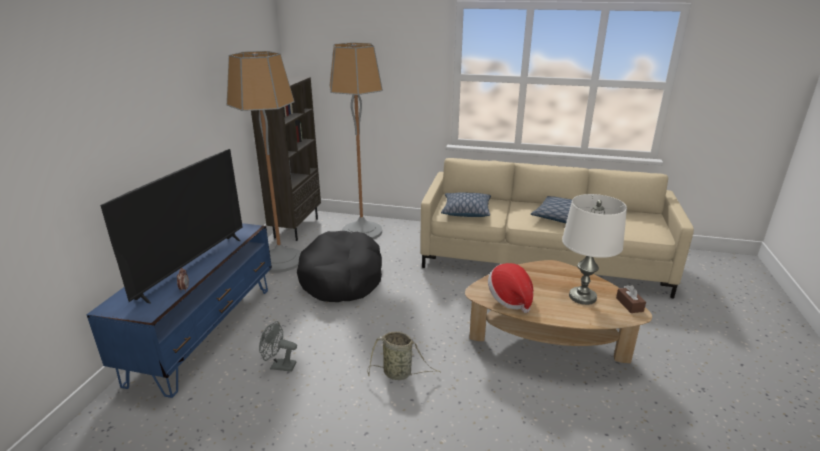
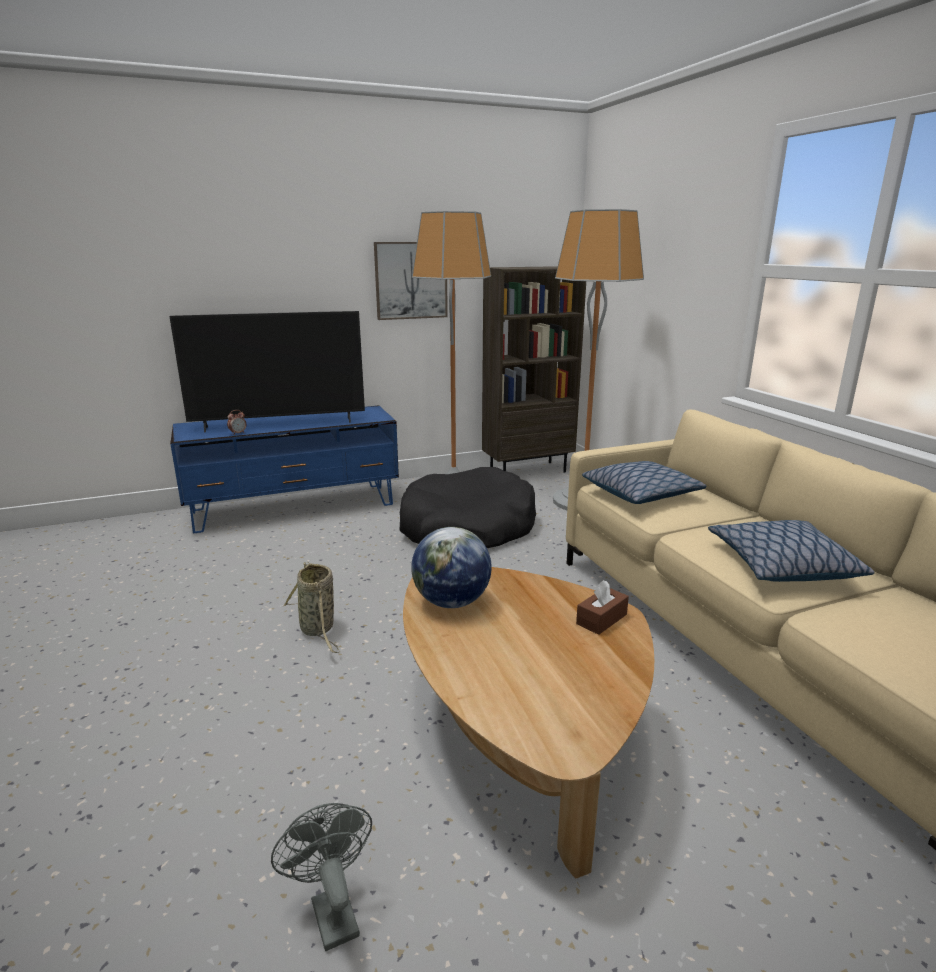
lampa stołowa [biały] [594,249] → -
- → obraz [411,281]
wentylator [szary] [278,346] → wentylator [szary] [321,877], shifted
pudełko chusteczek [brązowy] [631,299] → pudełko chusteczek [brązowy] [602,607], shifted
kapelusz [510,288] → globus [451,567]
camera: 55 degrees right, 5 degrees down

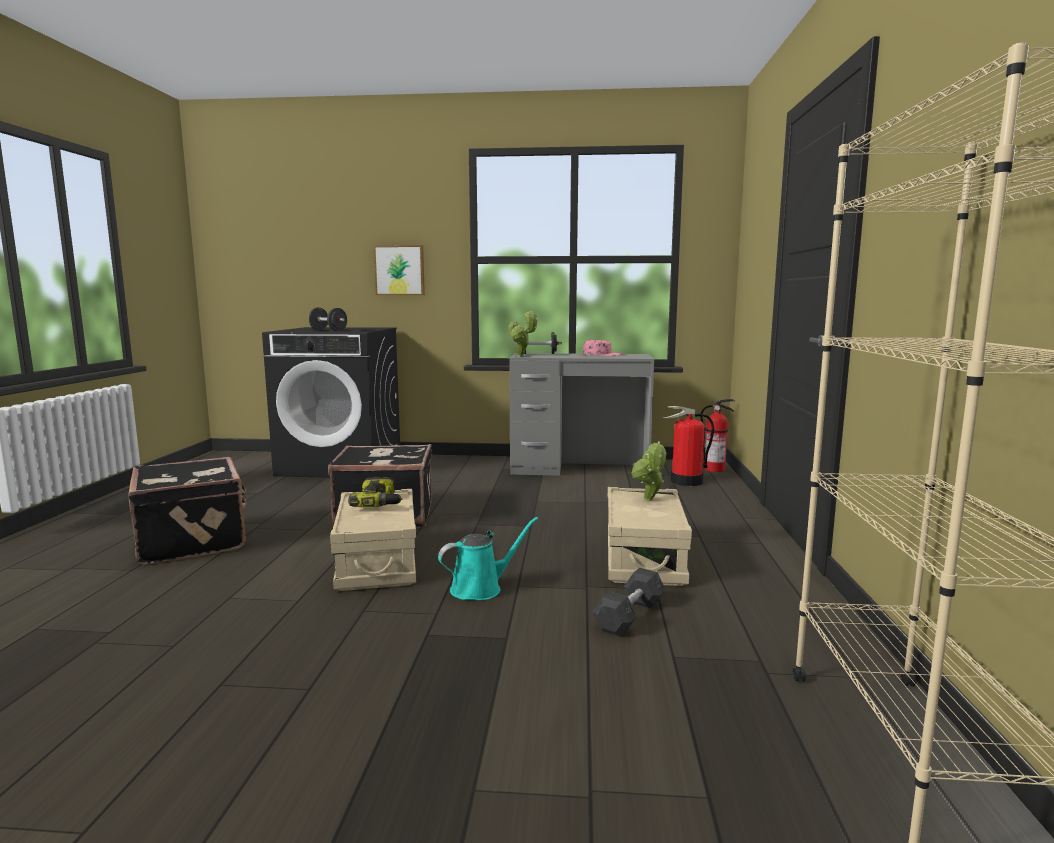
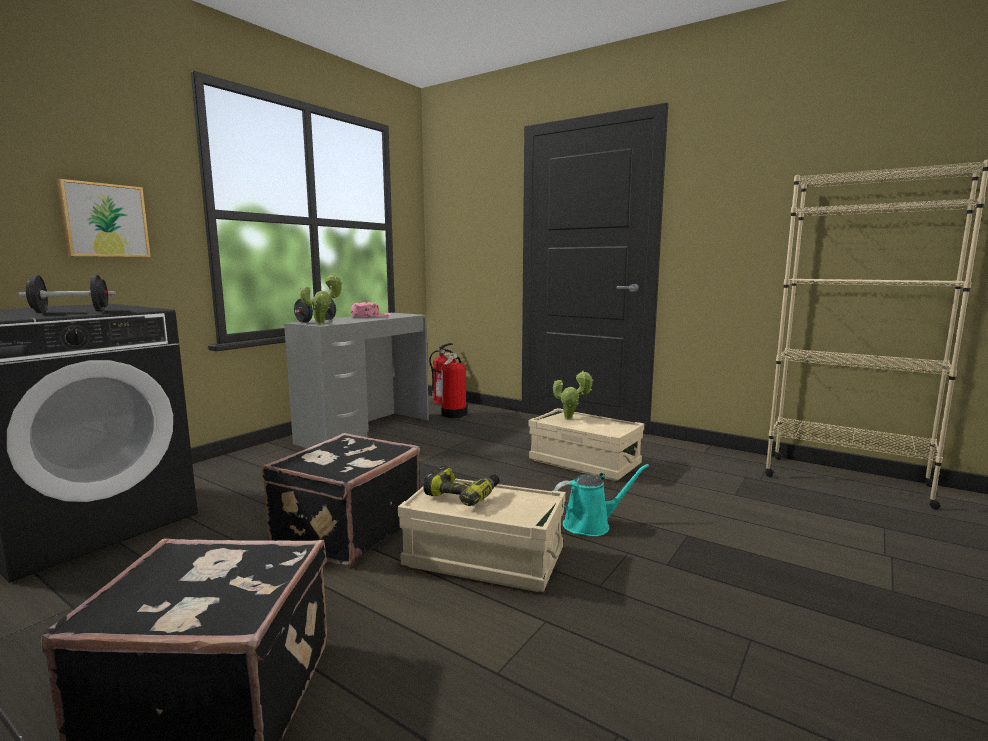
hantel [szary] [629,602] → -
konewka [turkusowy] [488,558] → konewka [turkusowy] [601,500], 75 degrees clockwise
camera: 60 degrees left, 0 degrees up

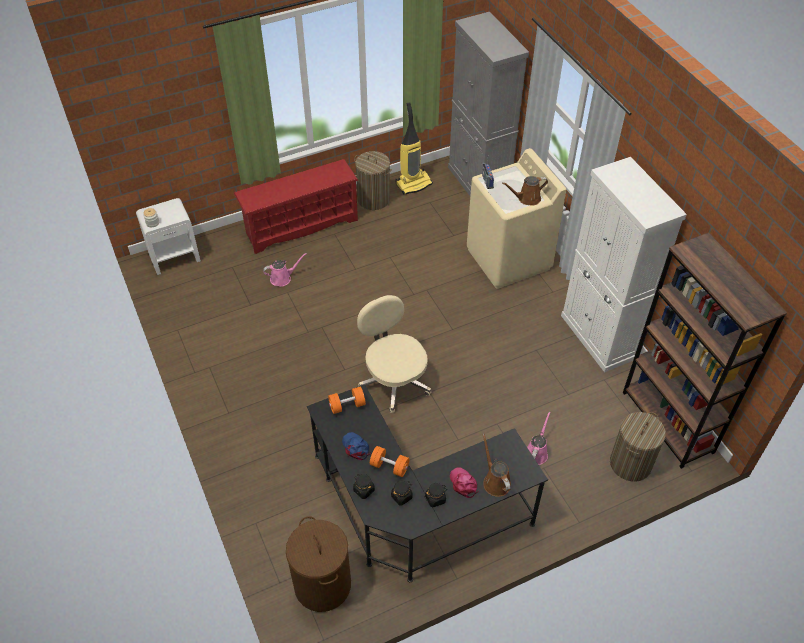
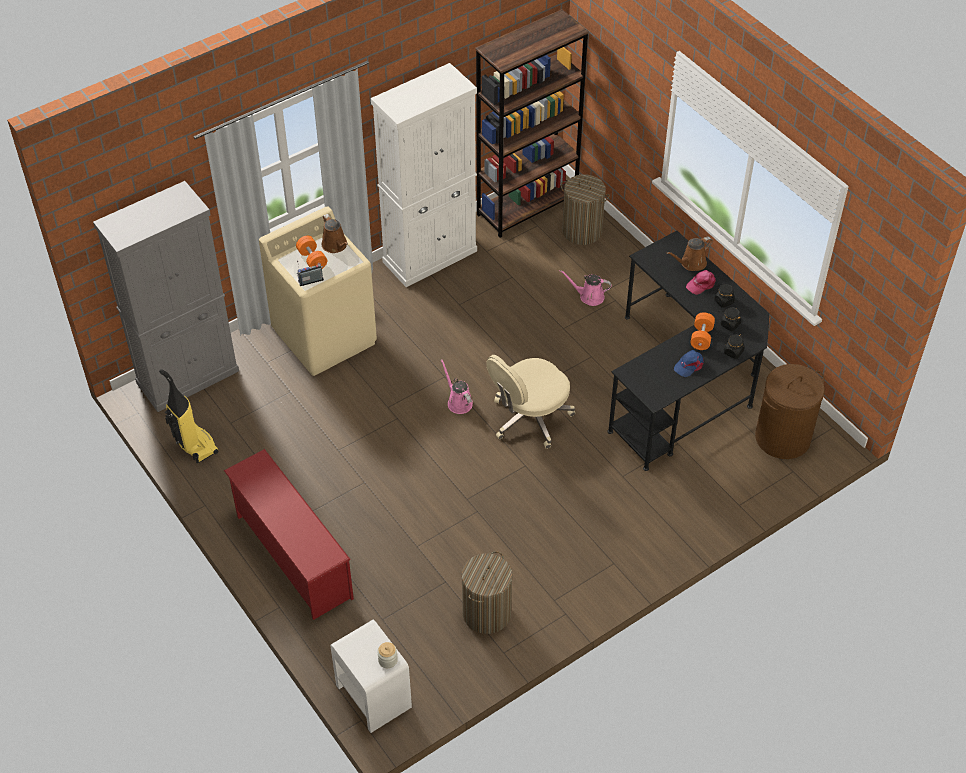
konewka [różowy] [285,269] → konewka [różowy] [457,386], shifted
hantel [pomarańczowy] [347,400] → hantel [pomarańczowy] [311,252], shifted
kosz na pranie [373,180] → kosz na pranie [487,592], shifted
camera: 100 degrees left, 0 degrees up

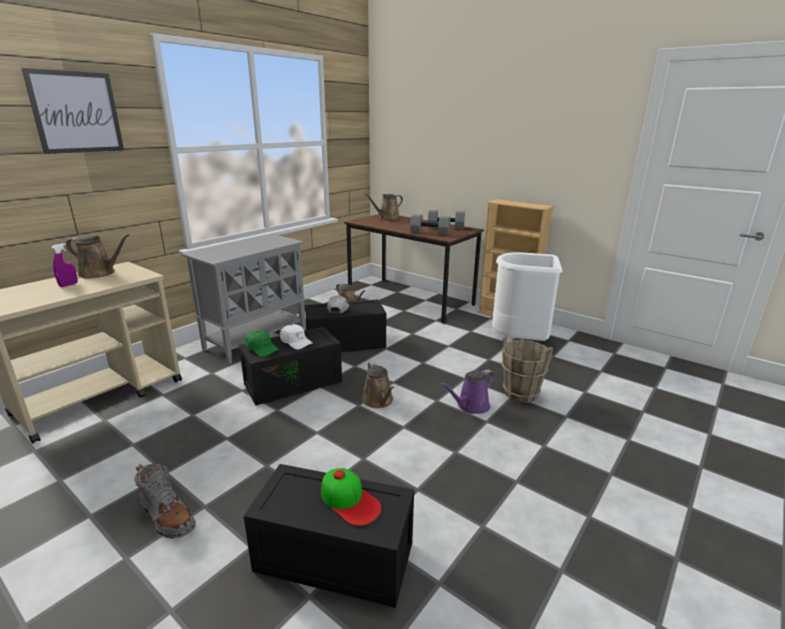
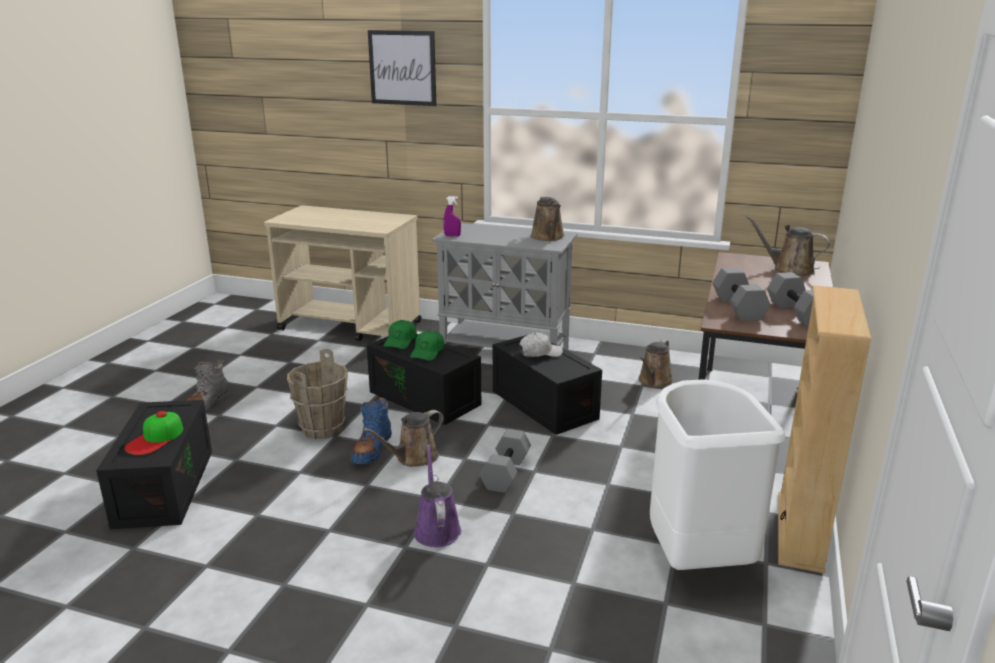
- → but z cholewką [niebieski] [371,431]
- → hantel [szary] [505,461]
spryskiwacz [fioletowy] [64,265] → spryskiwacz [fioletowy] [452,216], shifted
konewka [brązowy] [98,256] → konewka [brązowy] [548,218], shifted
wiadro [brązowy] [527,368] → wiadro [brązowy] [317,394], shifted
czapka z daszkiem [biały] [296,337] → czapka z daszkiem [zielony] [427,345]
konewka [fioletowy] [467,391] → konewka [fioletowy] [437,495], 45 degrees clockwise
camera: 70 degrees right, 0 degrees up

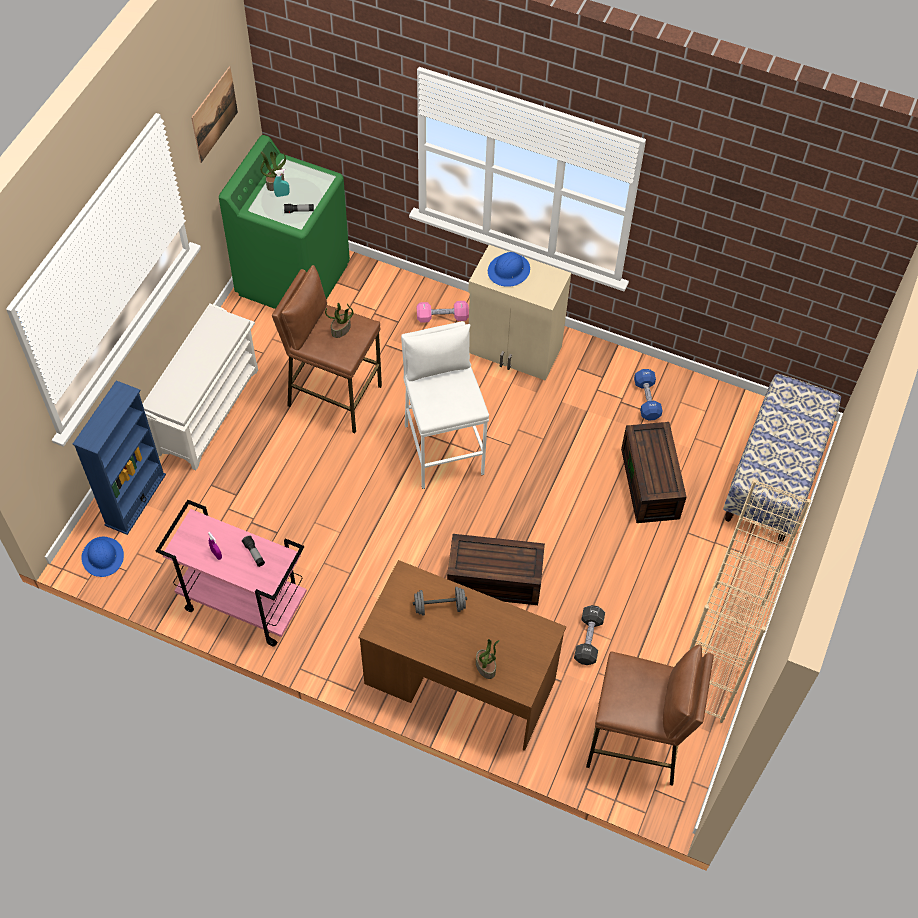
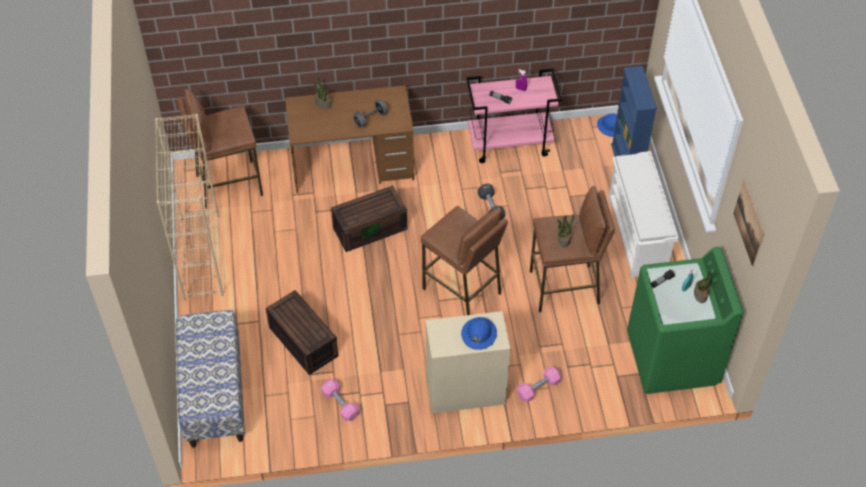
hantel [czarny] [589,635] → hantel [czarny] [491,202], shifted
stołek [biały] [445,405] → stołek [brązowy] [464,260]
hantel [niebieski] [648,395] → hantel [różowy] [340,400]
camera: 150 degrees right, 5 degrees down

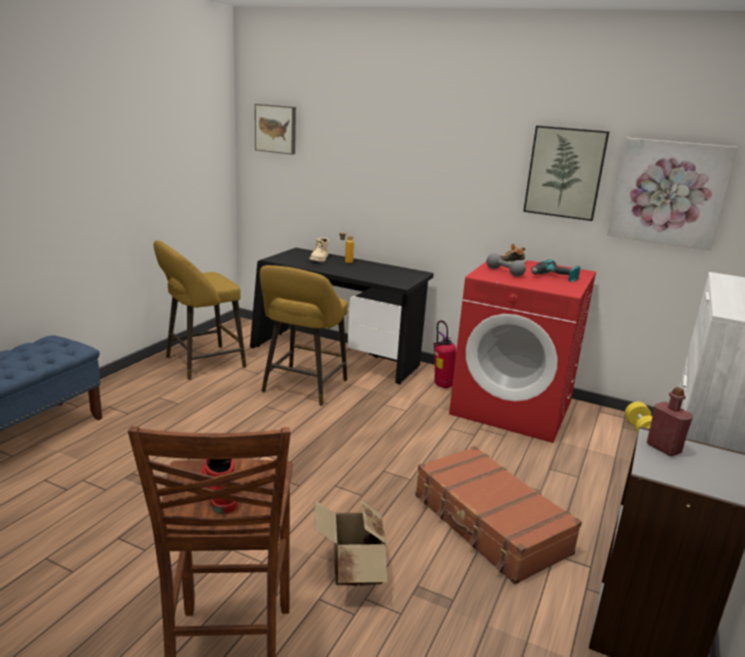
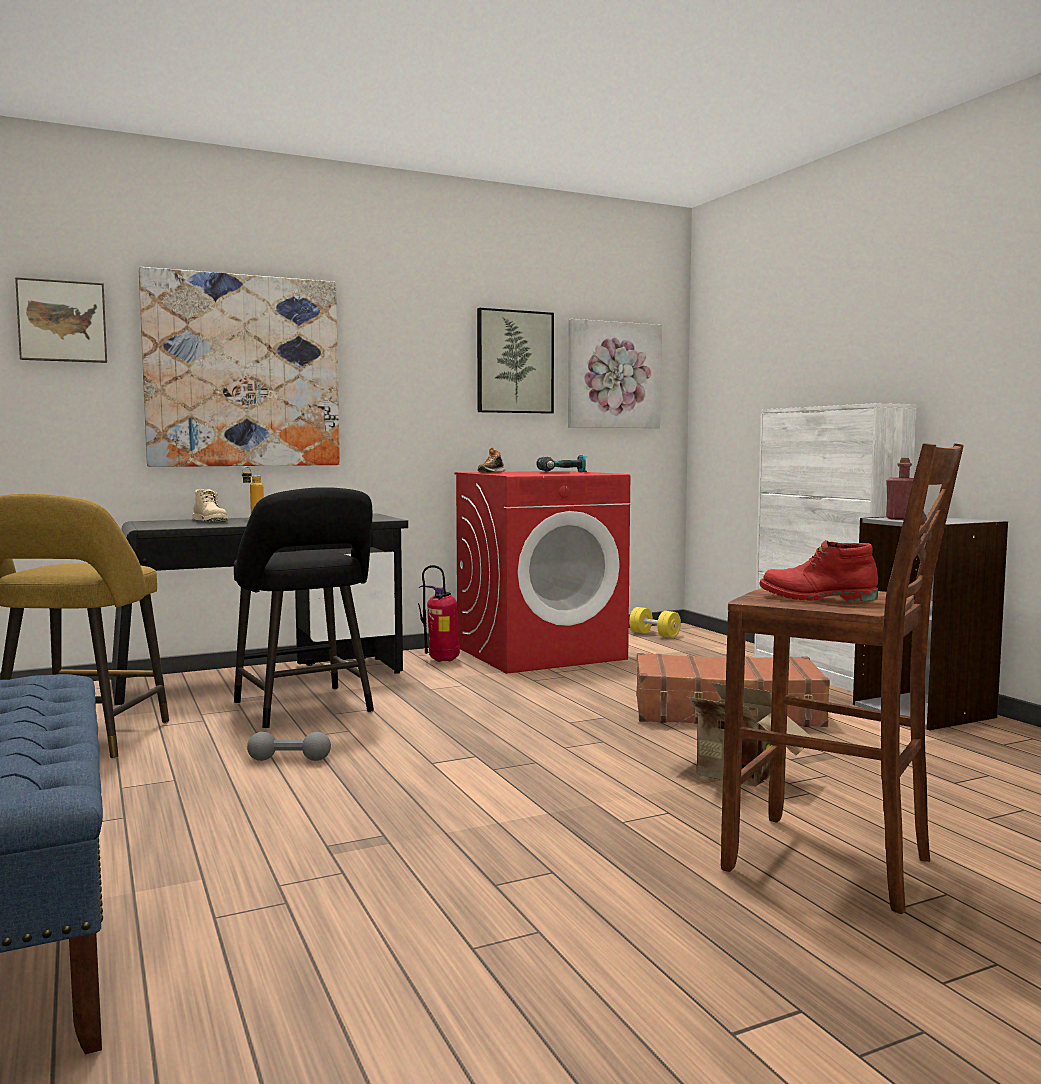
- → obraz [239,367]
hantel [szary] [506,265] → hantel [szary] [289,746], shifted
stołek [żółty] [304,335] → stołek [czarny] [304,608]
camera: 50 degrees left, 15 degrees down

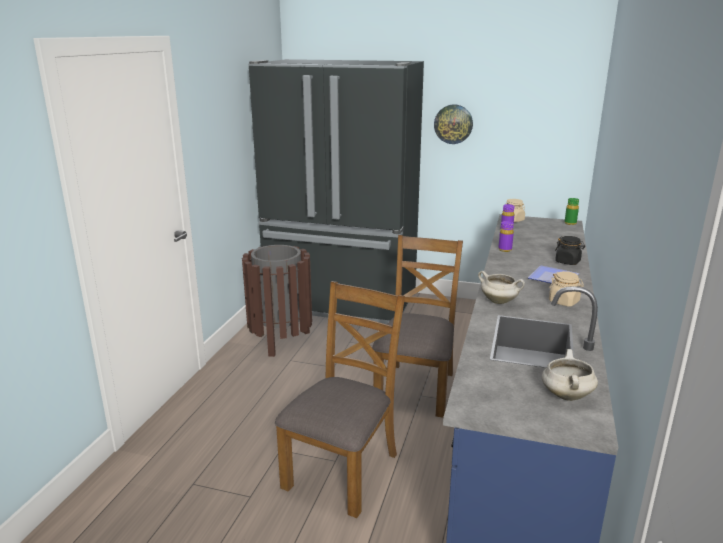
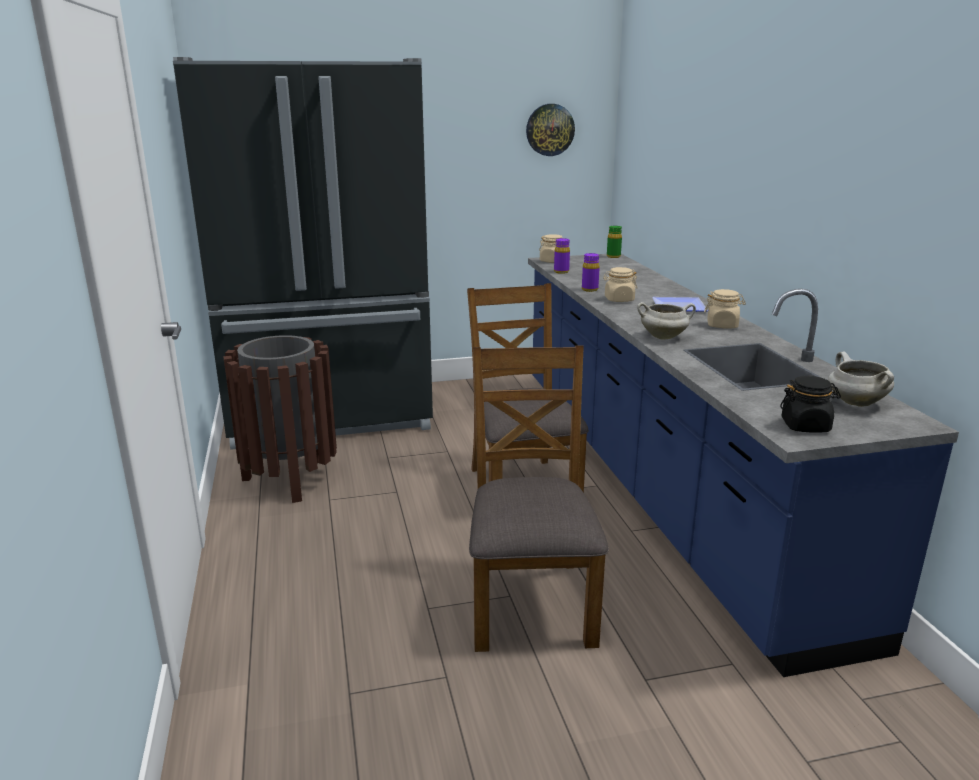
- → słoik [beżowy] [620,284]
zegar ścienny [453,124] → zegar ścienny [550,130], shifted
słoik [czarny] [570,250] → słoik [czarny] [810,404], shifted
camera: 30 degrees left, 0 degrees up

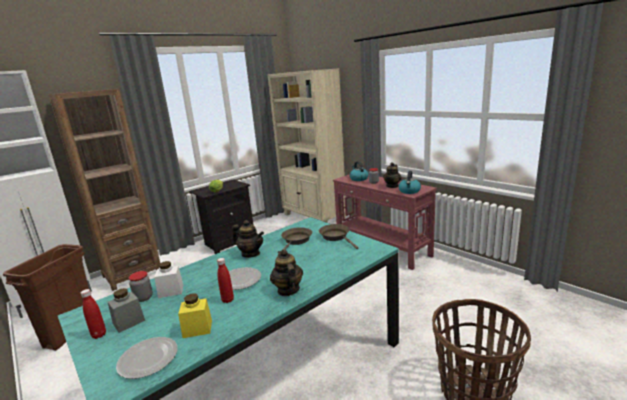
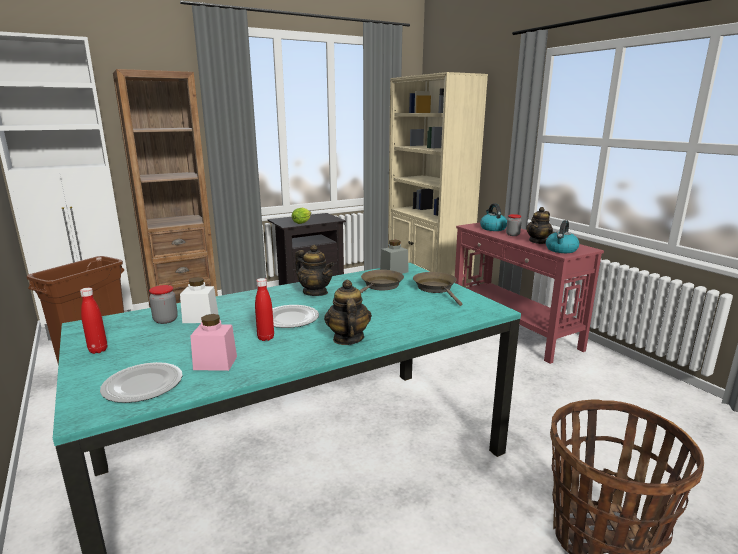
słoik [szary] [126,310] → słoik [szary] [394,257], shifted
słoik [żółty] [195,315] → słoik [różowy] [213,342]
camera: 10 degrees right, 0 degrees up

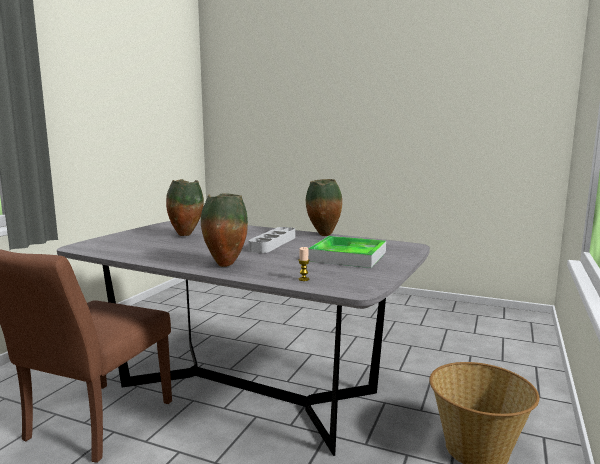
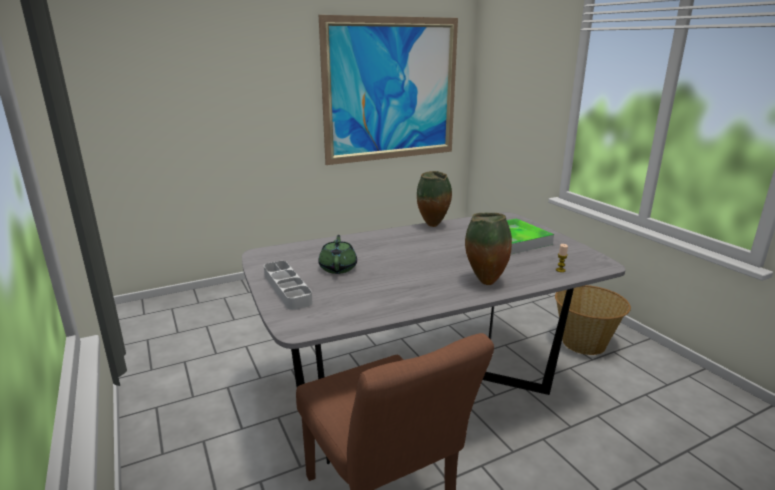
- → obraz [388,90]
taca [szary] [271,240] → taca [szary] [288,285], shifted
wazon [185,207] → imbryk [zielony] [337,254]
camera: 50 degrees left, 10 degrees up

